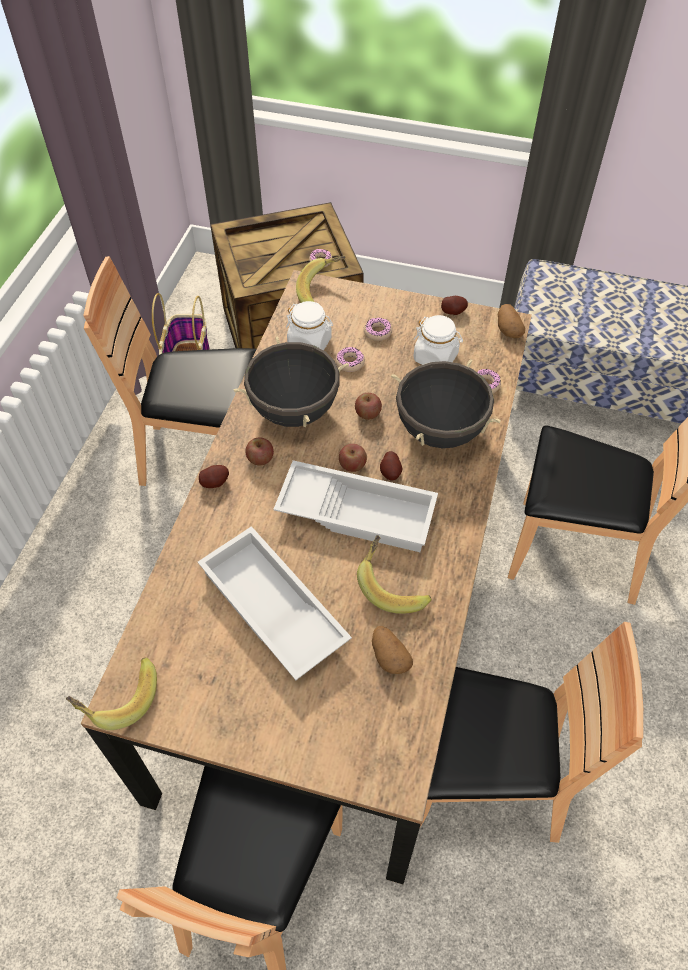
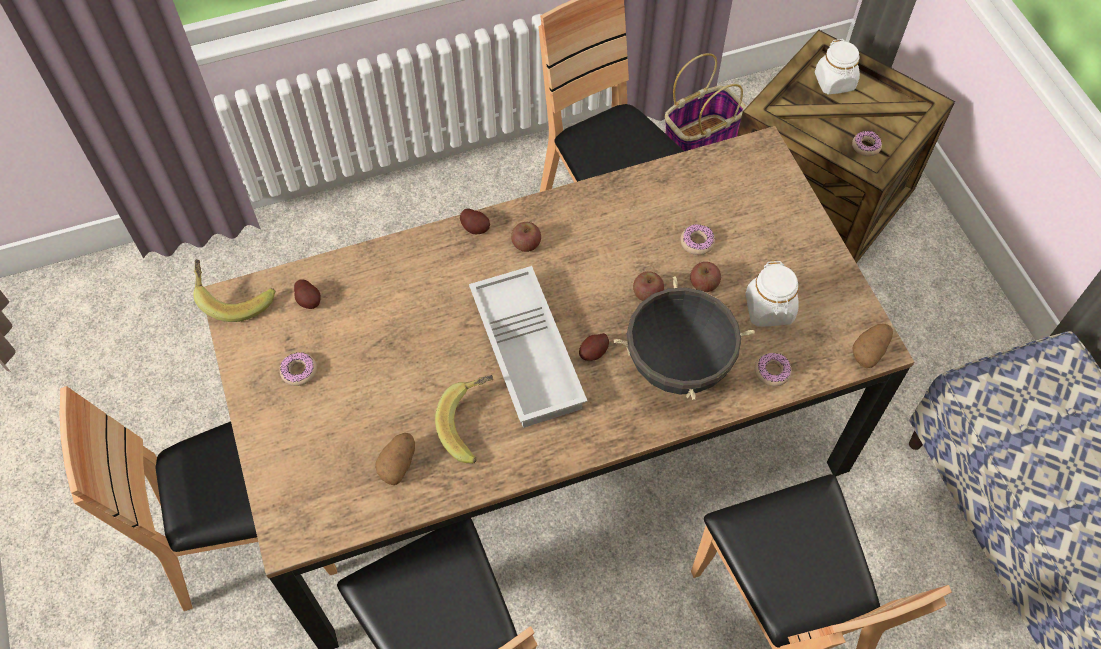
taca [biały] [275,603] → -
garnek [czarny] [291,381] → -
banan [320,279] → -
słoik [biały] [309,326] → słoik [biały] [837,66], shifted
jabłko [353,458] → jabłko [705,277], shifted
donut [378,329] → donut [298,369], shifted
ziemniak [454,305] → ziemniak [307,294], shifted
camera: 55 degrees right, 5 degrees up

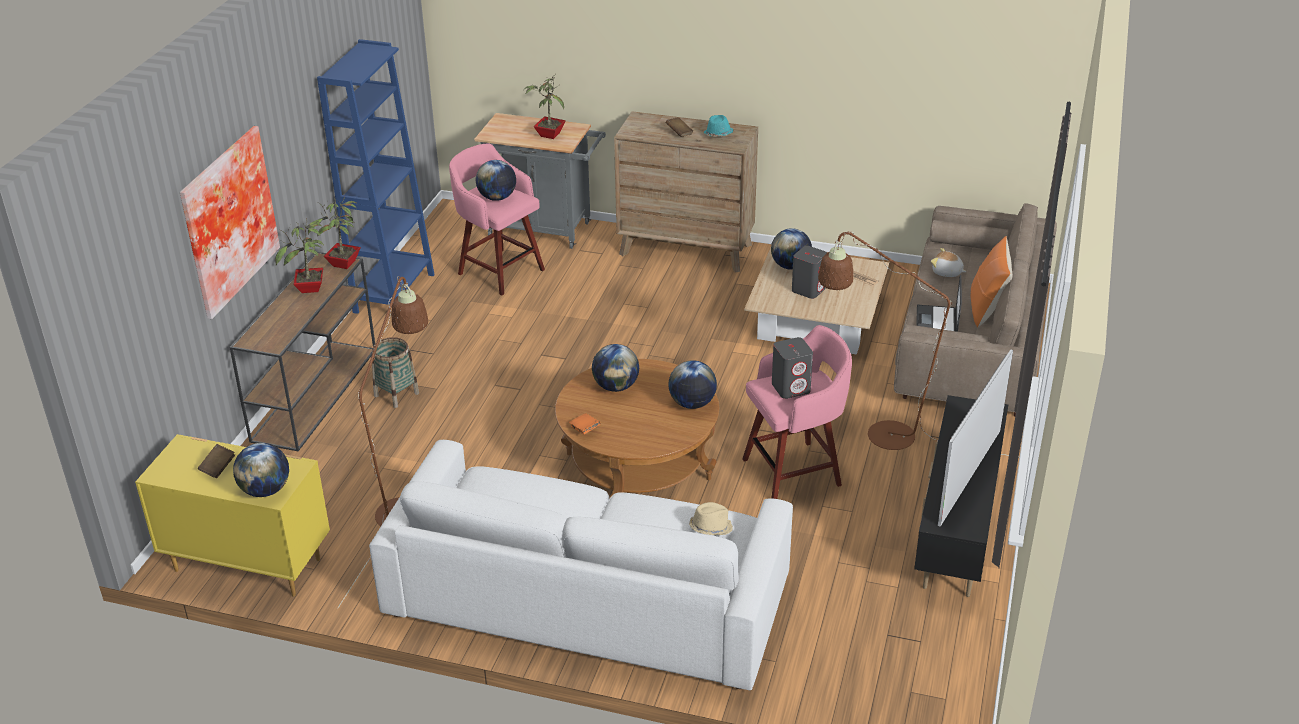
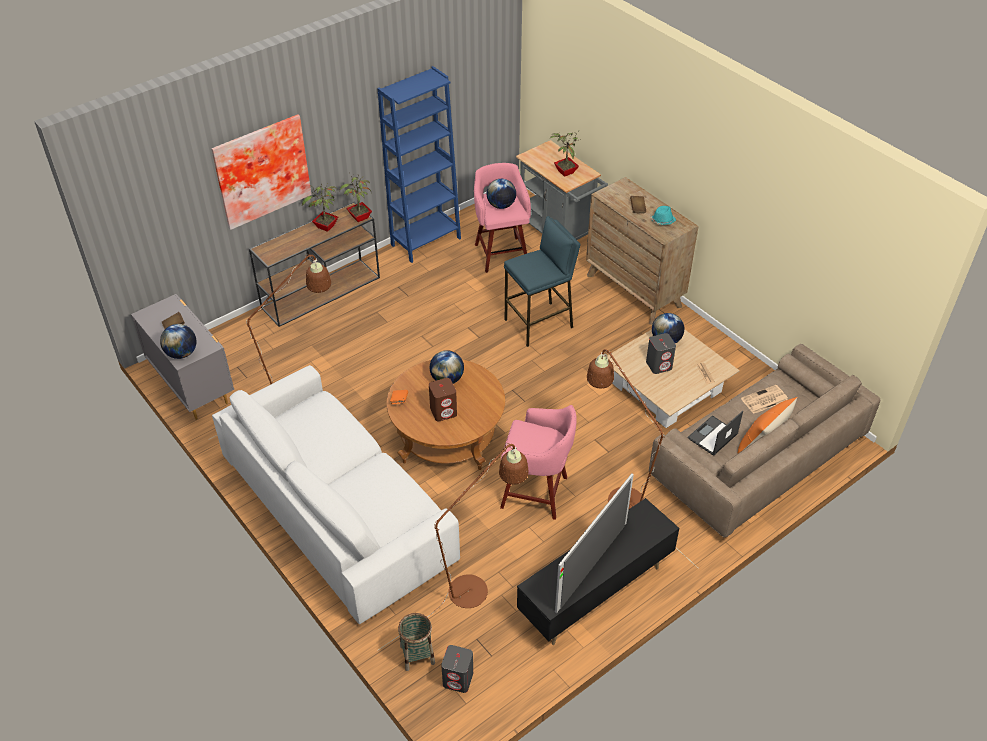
globus [692,384] → -
kapelusz [beżowy] [711,518] → -
- → lampa stojąca [brązowy] [453,546]
- → głośnik [brązowy] [443,399]
- → stołek [niebieski] [542,281]
koszyk [395,372] → koszyk [416,642], shifted
głośnik [szary] [792,368] → głośnik [szary] [457,669], shifted
pluszak [949,262] → gazeta [764,399]
komoda [żółty] [232,515] → komoda [szary] [182,357]
telewizor [975,438] → telewizor [594,543], 150 degrees clockwise
camera: 35 degrees right, 10 degrees up

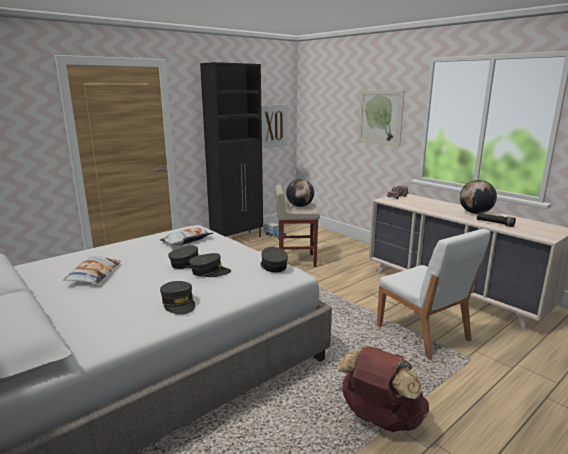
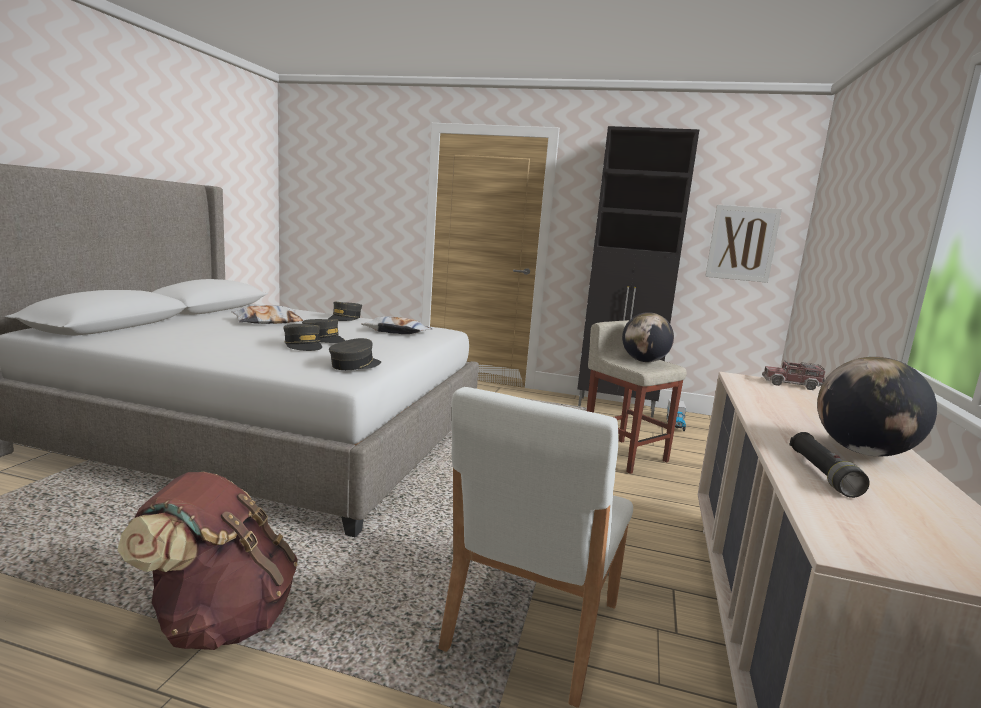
obraz [381,118] → -
czapka z daszkiem [szary] [177,298] → czapka z daszkiem [szary] [345,311], shifted
camera: 55 degrees right, 5 degrees down

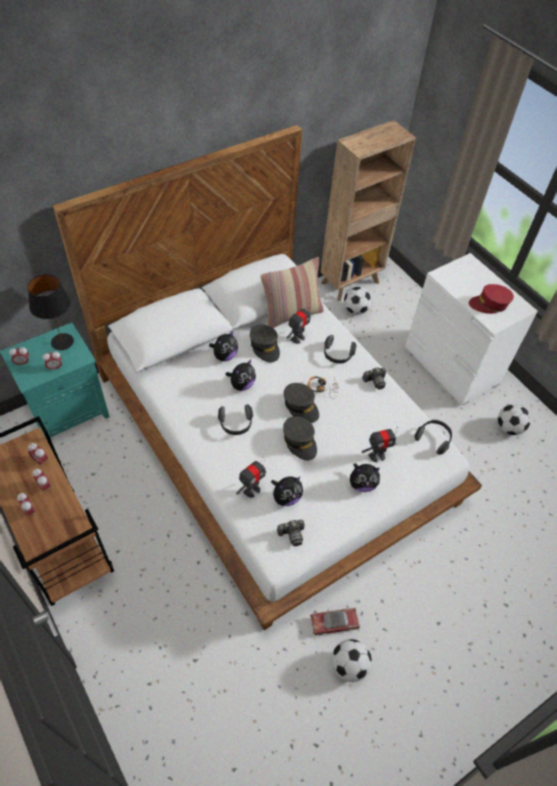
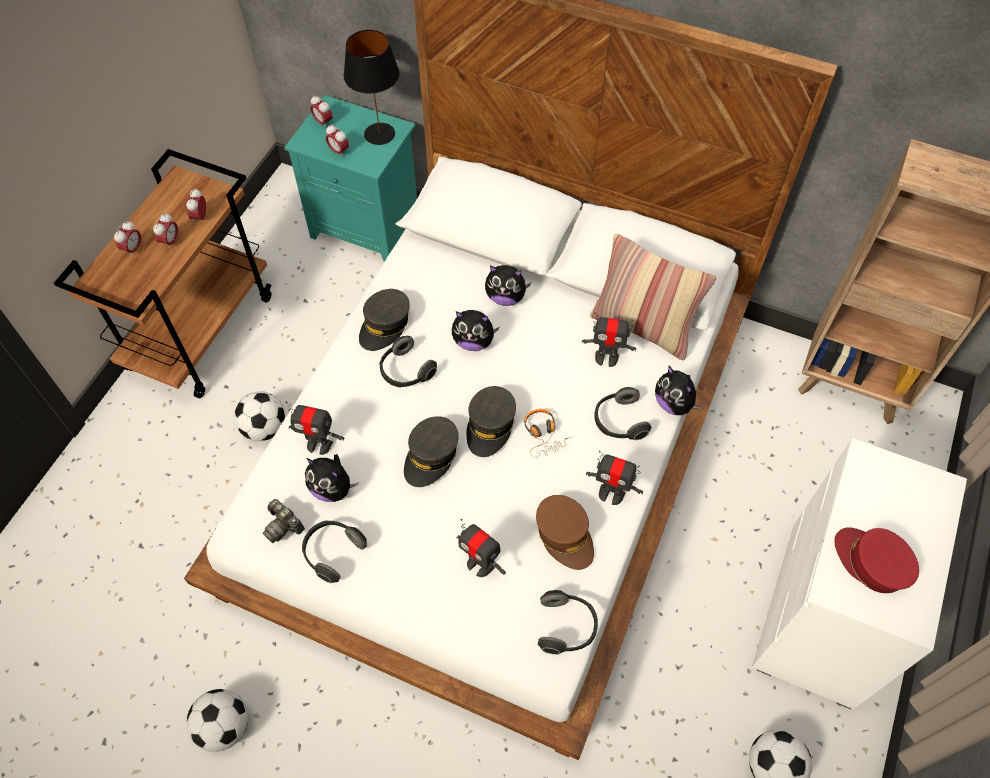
samochodzik [335,622] → -
- → słuchawki [334,551]
- → czapka z daszkiem [brązowy] [565,532]
czapka z daszkiem [szary] [265,343] → czapka z daszkiem [szary] [384,320], shifted
piłka futbolowa [358,301] → piłka futbolowa [259,416], shifted
pluszak [365,477] → pluszak [678,390], shifted
aparat fotograficzny [374,378] → robot zabawkowy [614,478]
camera: 60 degrees right, 5 degrees up

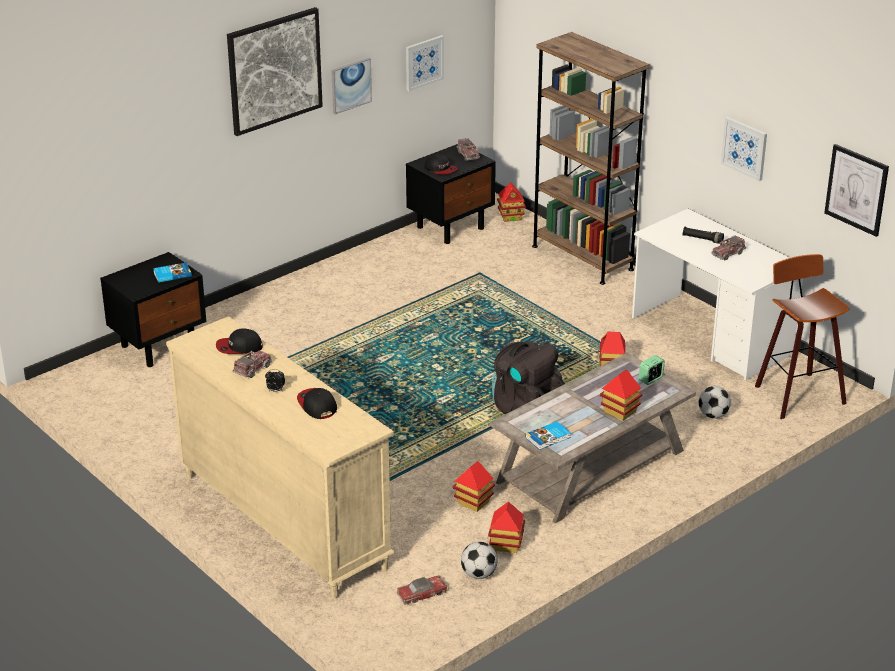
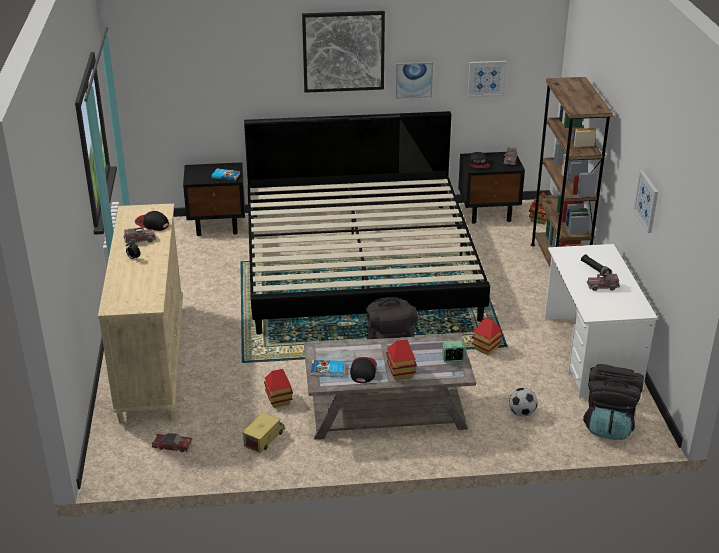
piłka futbolowa [479,560] → -
obraz [856,190] → -
- → łóżko [367,223]
czapka z daszkiem [317,403] → czapka z daszkiem [363,370], shifted
domek [506,527] → ciężarówka zabawkowa [263,432]
stołek [802,336] → plecak [czarny] [613,402]
camera: 35 degrees right, 0 degrees up

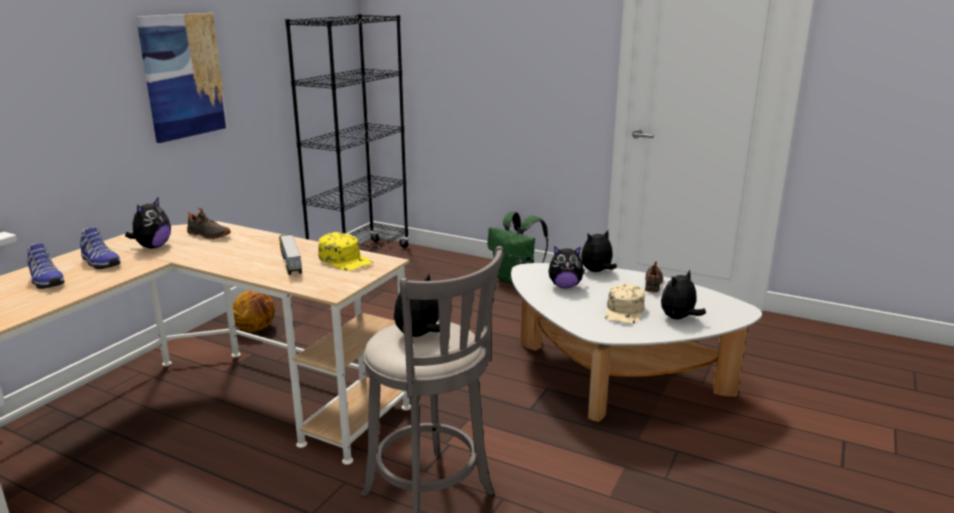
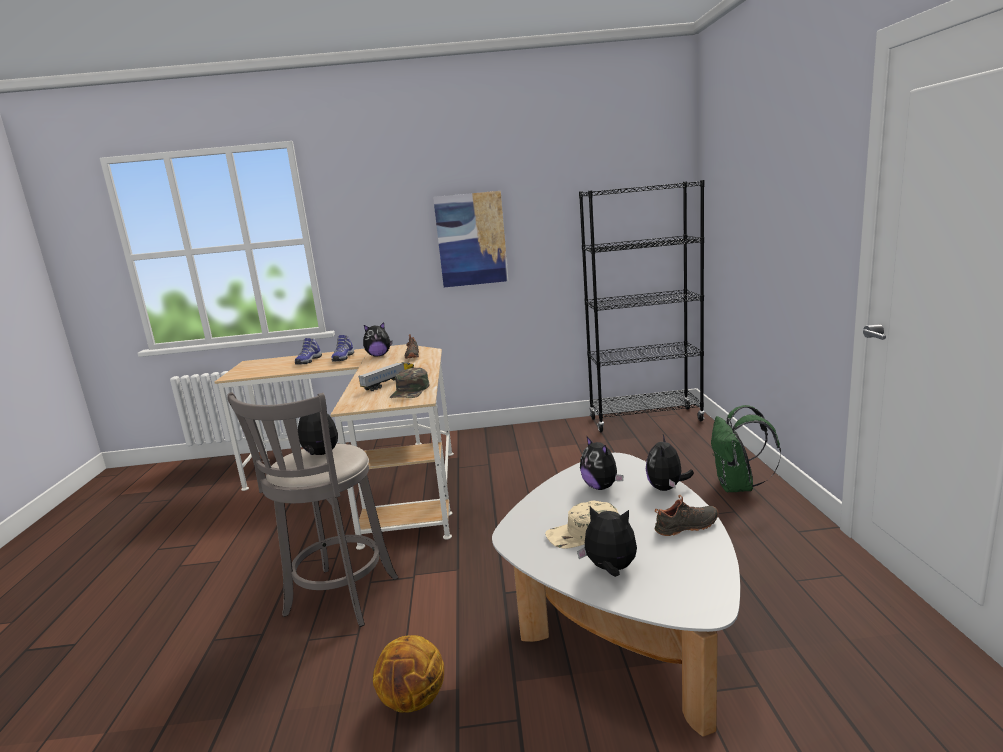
piłka do koszykówki [254,311] → piłka do koszykówki [408,674], shifted
czapka z daszkiem [żółty] [345,251] → czapka z daszkiem [zielony] [409,382]
pluszak [599,251] → pluszak [670,463], 105 degrees counterclockwise
camera: 60 degrees right, 5 degrees down

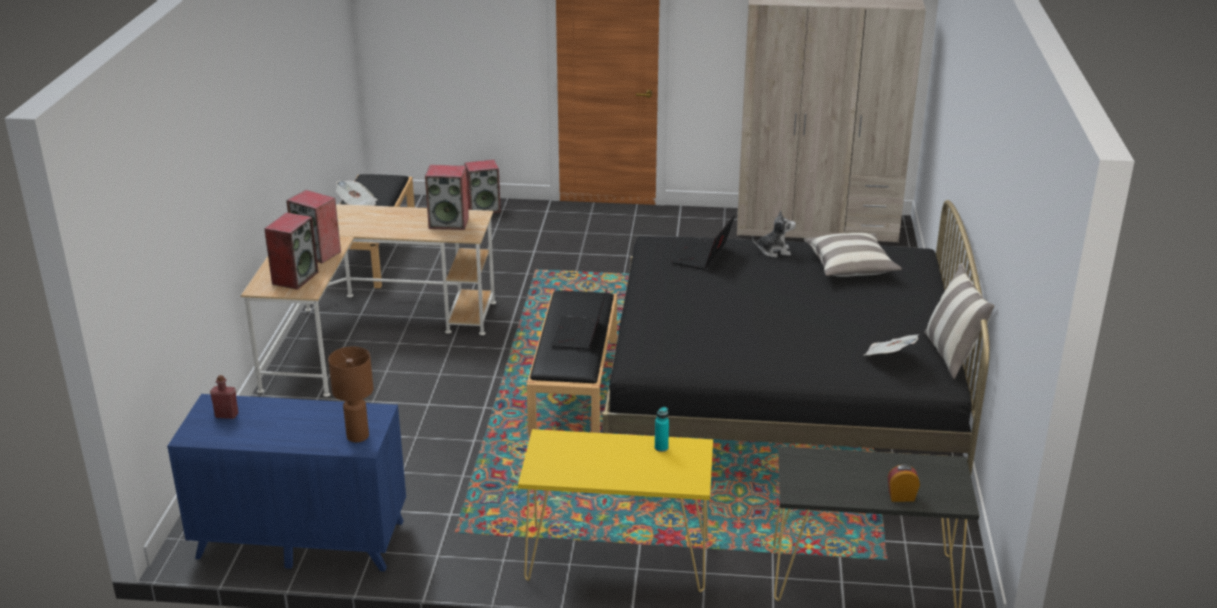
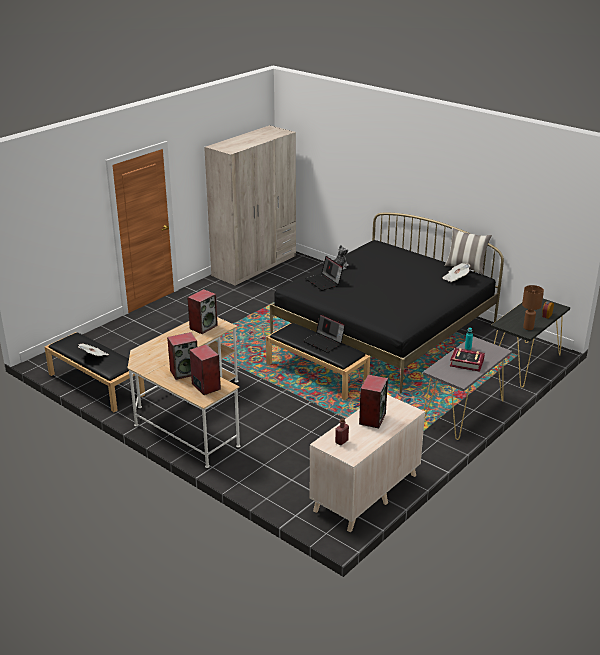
poduszka [853,255] → -
- → książka [467,360]
lampa stołowa [brązowy] [351,394] → lampa stołowa [brązowy] [533,307], shifted
głośnik [483,186] → głośnik [373,401], shifted
komoda [niebieski] [286,483] → komoda [beżowy] [367,463]
stolik konsolowy [żółty] [615,510] → stolik konsolowy [szary] [467,388]
camera: 55 degrees left, 0 degrees up

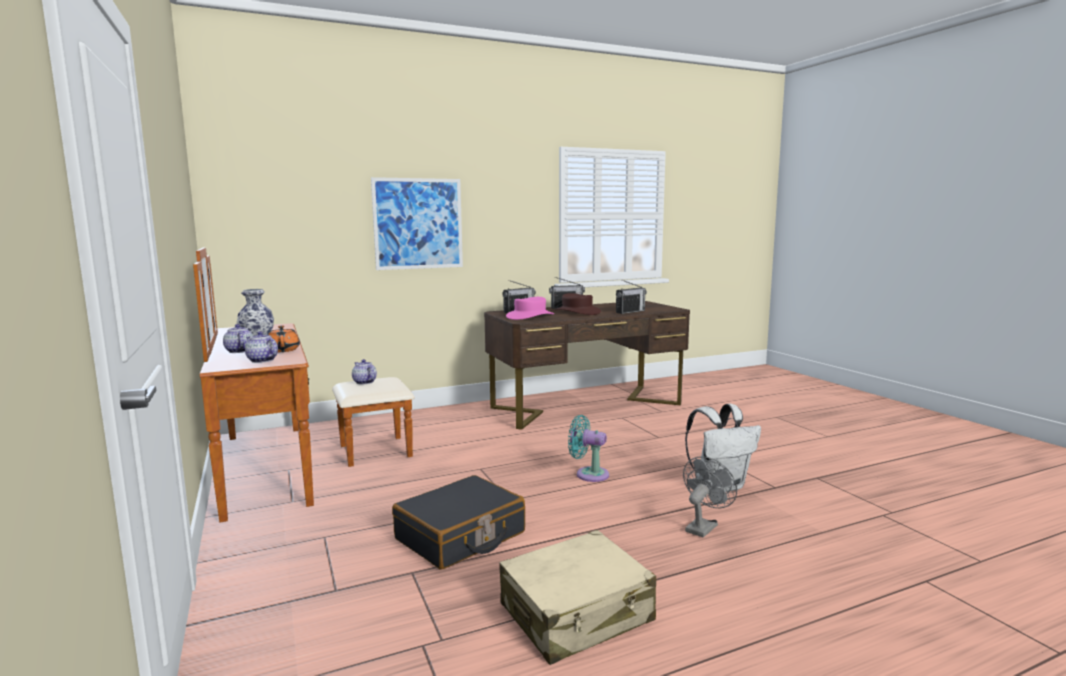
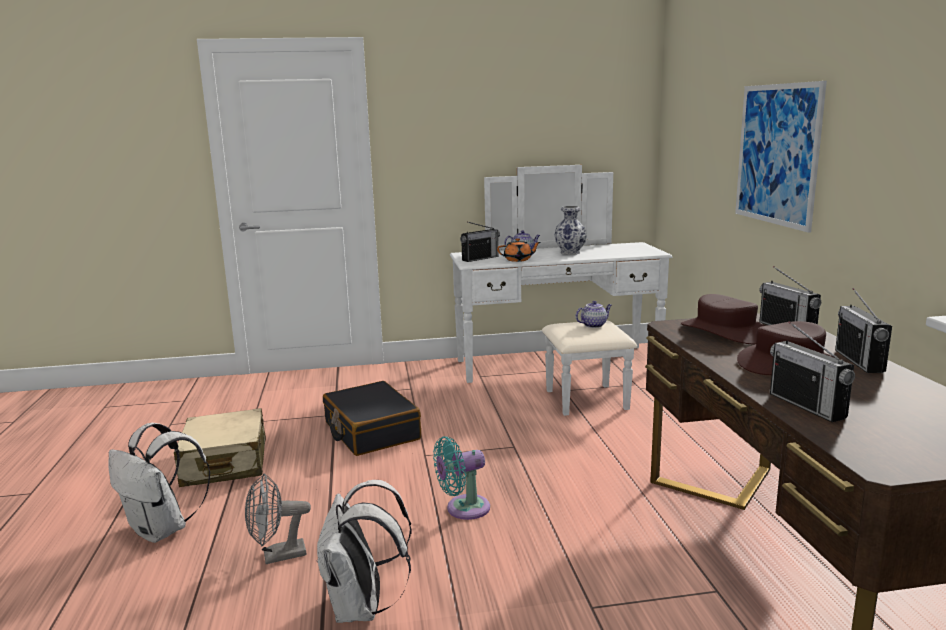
- → plecak [biały] [159,483]
imbryk [261,347] → radio [480,242]
komoda [brązowy] [303,385] → komoda [biały] [561,290]
kapelusz [różowy] [530,308] → kapelusz [brązowy] [723,319]
wentylator [turkusowy] [588,448] → wentylator [turkusowy] [461,478], 150 degrees counterclockwise
wentylator [szary] [710,497] → wentylator [szary] [278,518], 105 degrees clockwise
camera: 105 degrees right, 5 degrees up

